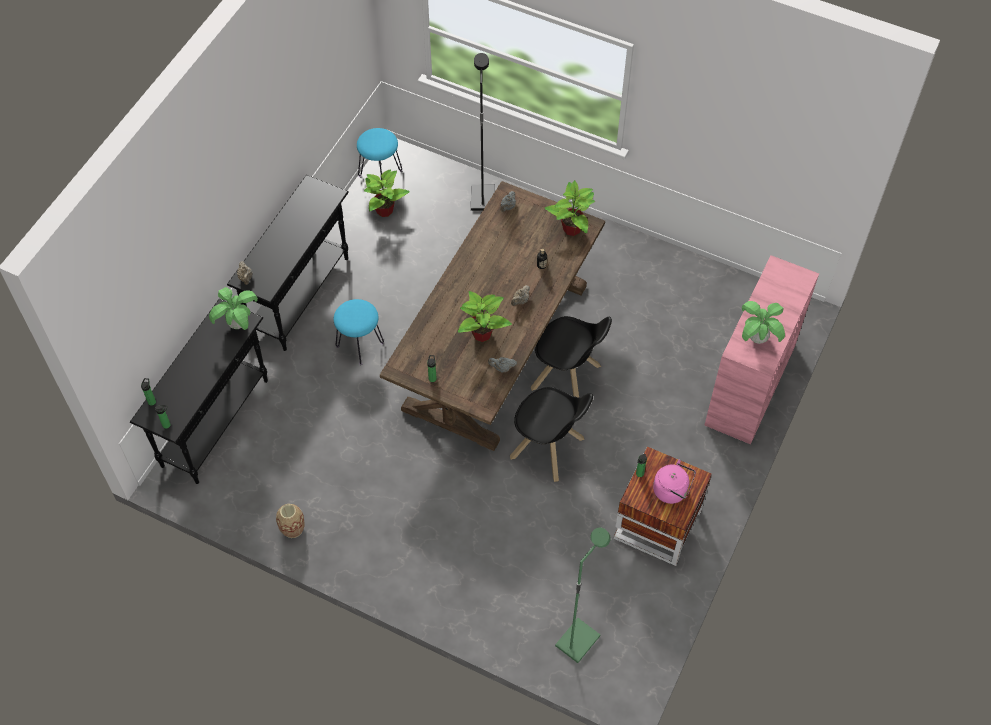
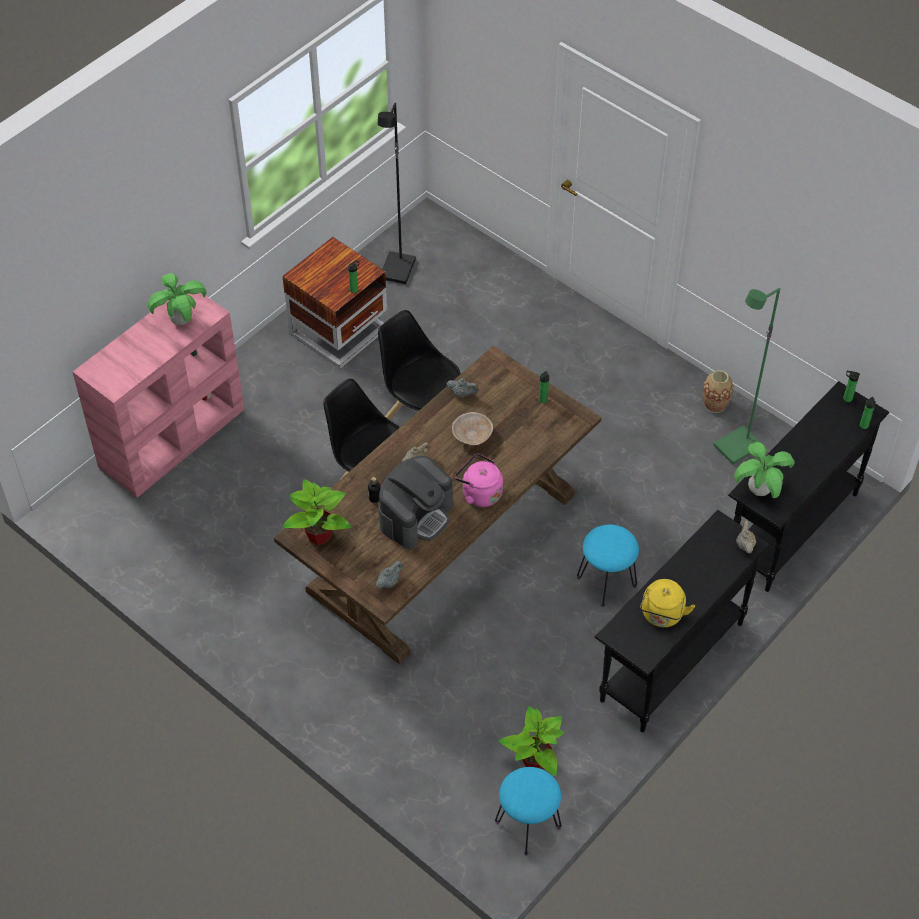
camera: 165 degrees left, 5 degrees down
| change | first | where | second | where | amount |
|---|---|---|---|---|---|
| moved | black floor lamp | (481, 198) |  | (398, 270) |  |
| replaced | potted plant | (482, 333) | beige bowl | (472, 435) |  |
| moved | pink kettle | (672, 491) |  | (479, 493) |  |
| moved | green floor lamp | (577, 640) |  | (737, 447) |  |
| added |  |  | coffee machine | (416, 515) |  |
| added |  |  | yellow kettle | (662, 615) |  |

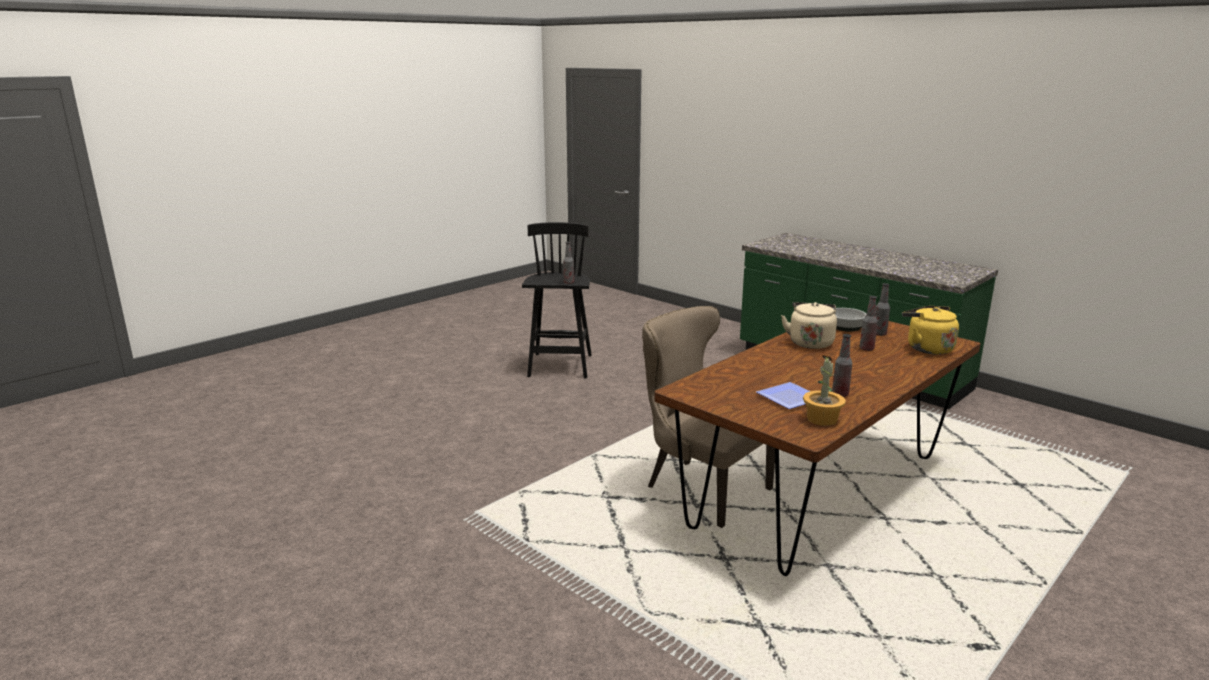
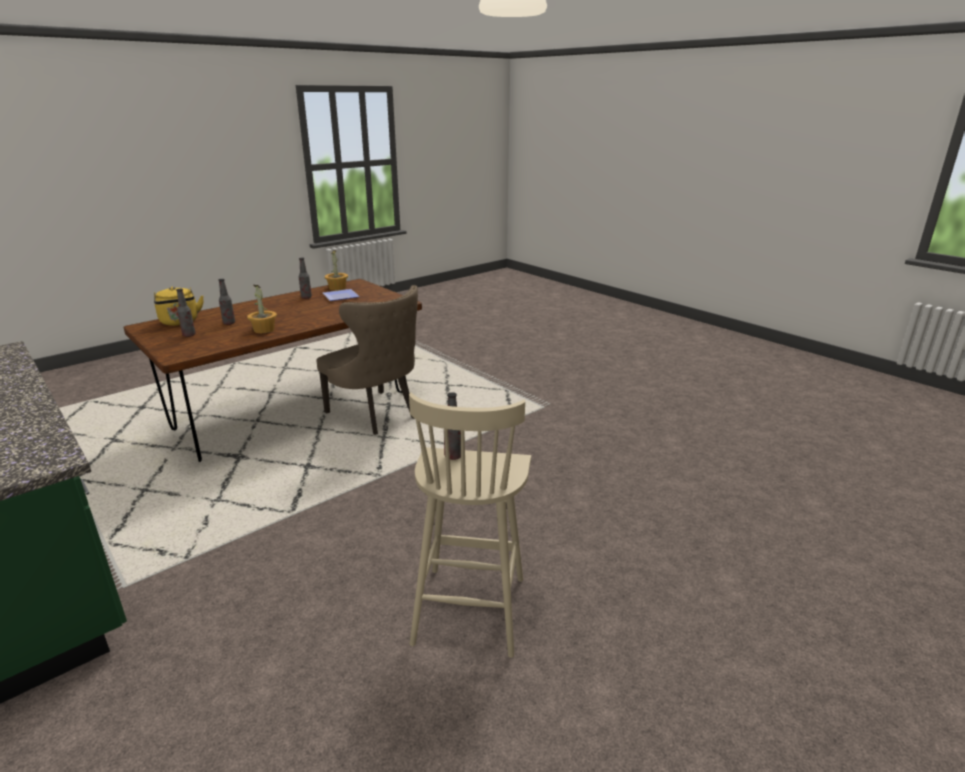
camera: 175 degrees left, 5 degrees up
| change | first | where | second | where | amount |
|---|---|---|---|---|---|
| recoloured | black stool | (560, 367) | beige stool | (470, 605) |  |
| replaced | beige kettle | (810, 342) | potted plant | (264, 330) |  |
| removed | bowl | (845, 326) |  |  |  |

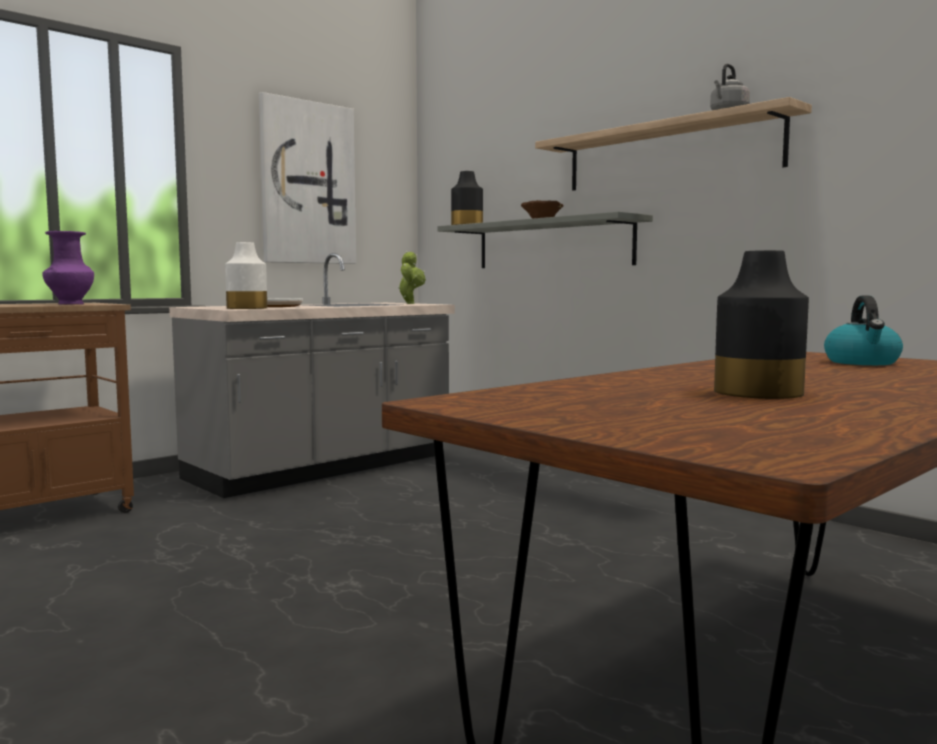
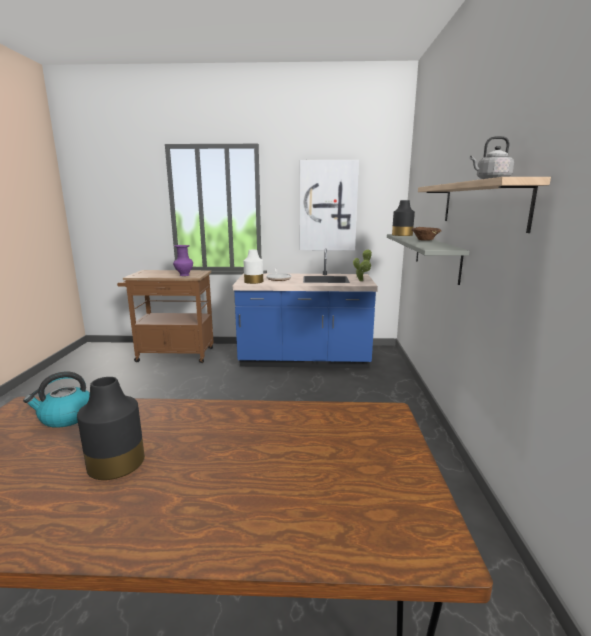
camera: 45 degrees right, 10 degrees up
| change | first | where | second | where | amount |
|---|---|---|---|---|---|
| recoloured | grey counter | (323, 468) | blue counter | (304, 360) |  |
| moved | kettle | (862, 362) |  | (66, 417) |  |

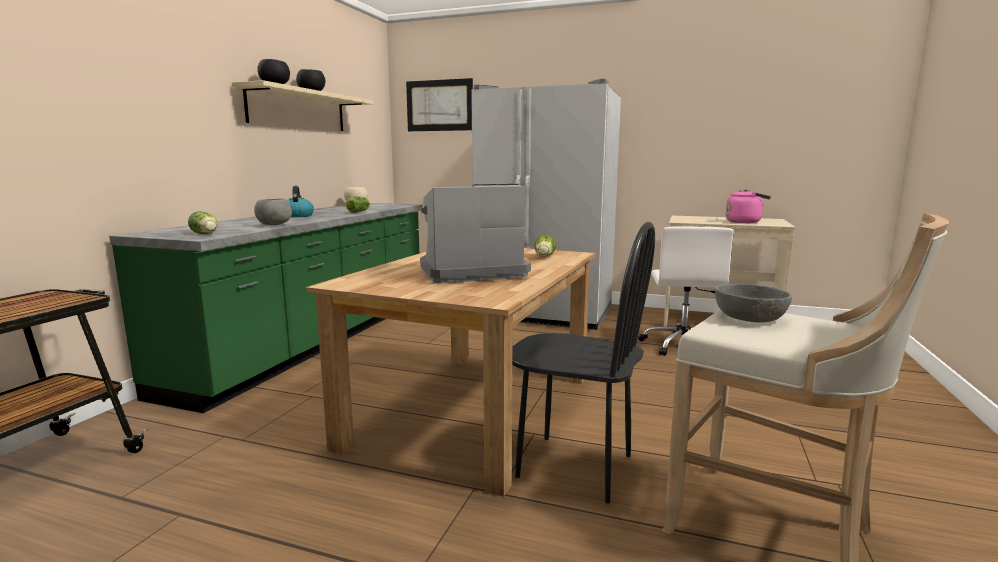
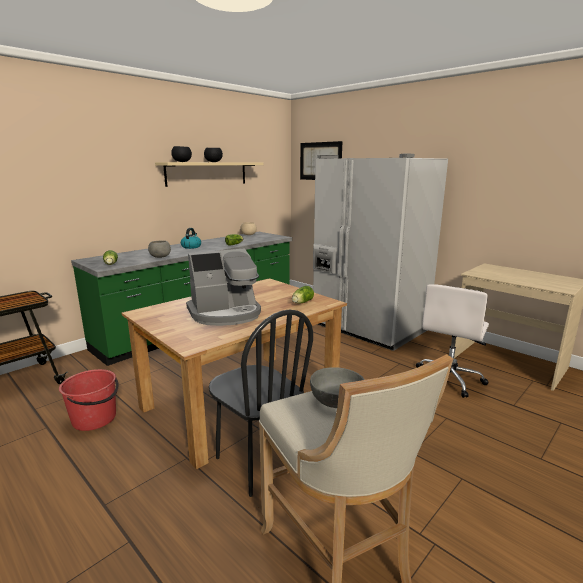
camera: 25 degrees right, 5 degrees up
| change | first | where | second | where | amount |
|---|---|---|---|---|---|
| turned | coffee machine | (470, 272) |  | (225, 313) | 150 degrees clockwise |
| removed | pink kettle | (745, 222) |  |  |  |
| added |  |  | red bucket | (95, 419) |  |

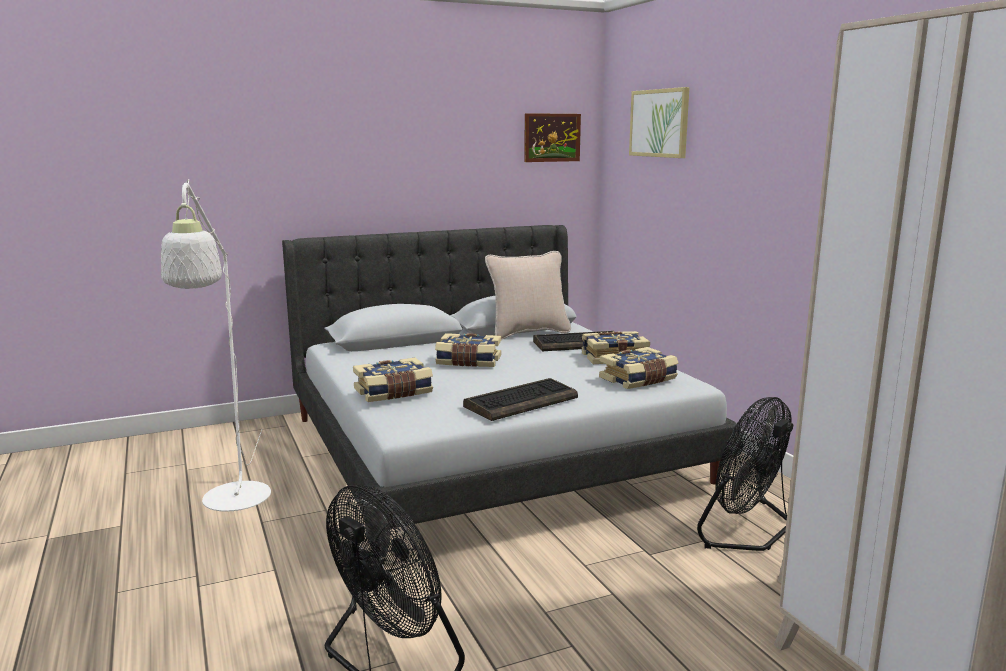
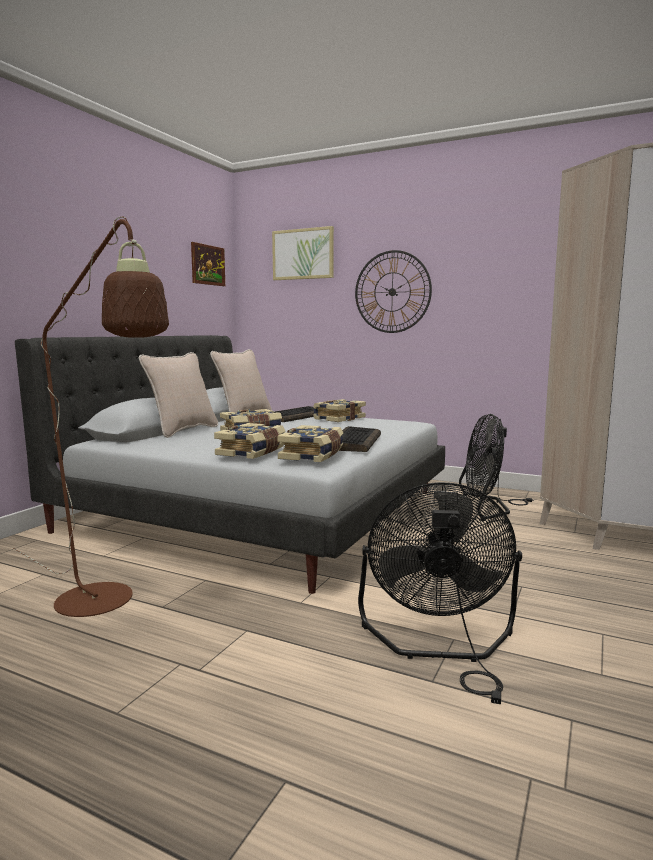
camera: 40 degrees left, 5 degrees down
| change | first | where | second | where | amount |
|---|---|---|---|---|---|
| recoloured | white floor lamp | (234, 504) | brown floor lamp | (105, 605) |  |
| moved | book | (639, 380) |  | (313, 455) |  |
| added |  |  | wall clock | (392, 292) |  |
| added |  |  | beige pillow | (182, 430) |  |

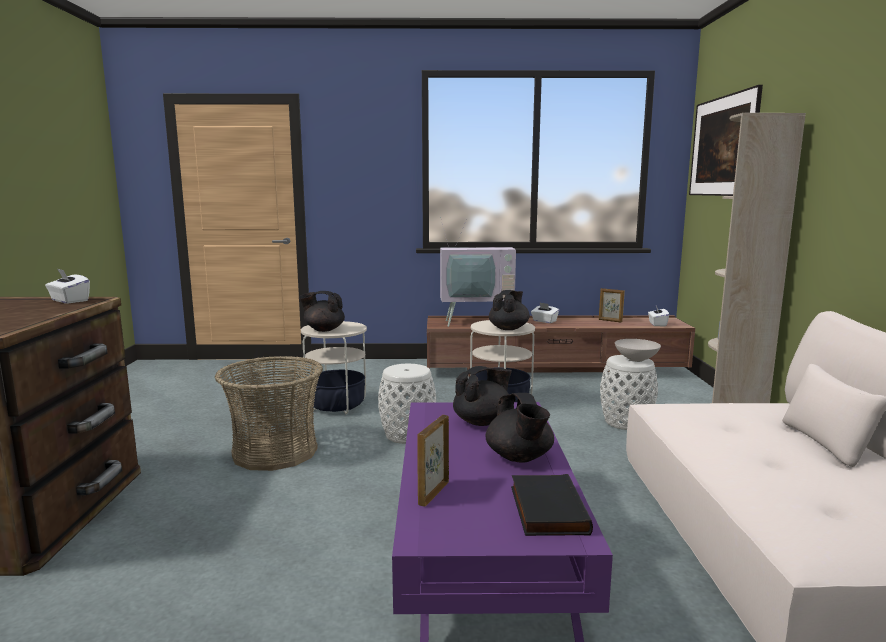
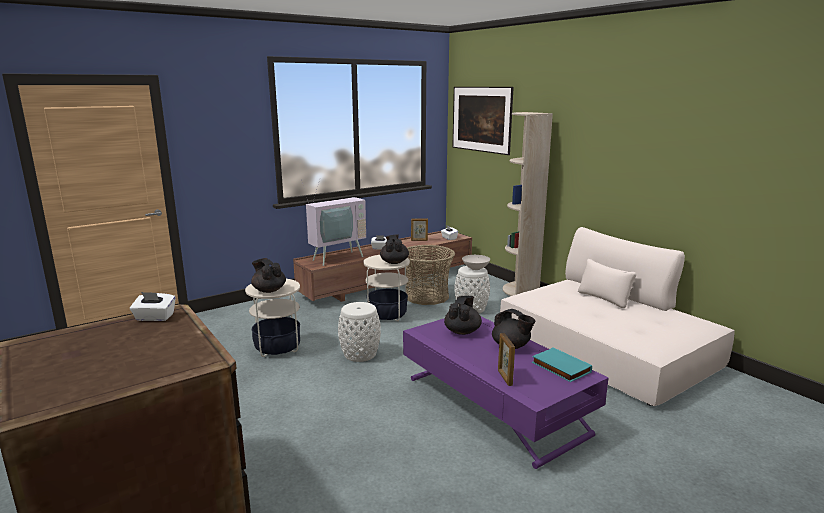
camera: 35 degrees left, 5 degrees up
| change | first | where | second | where | amount |
|---|---|---|---|---|---|
| turned | black teapot | (323, 330) |  | (269, 290) | 75 degrees clockwise |
| moved | basket | (275, 452) |  | (427, 296) |  |
| recoloured | black book | (545, 509) | turquoise book | (560, 367) |  |

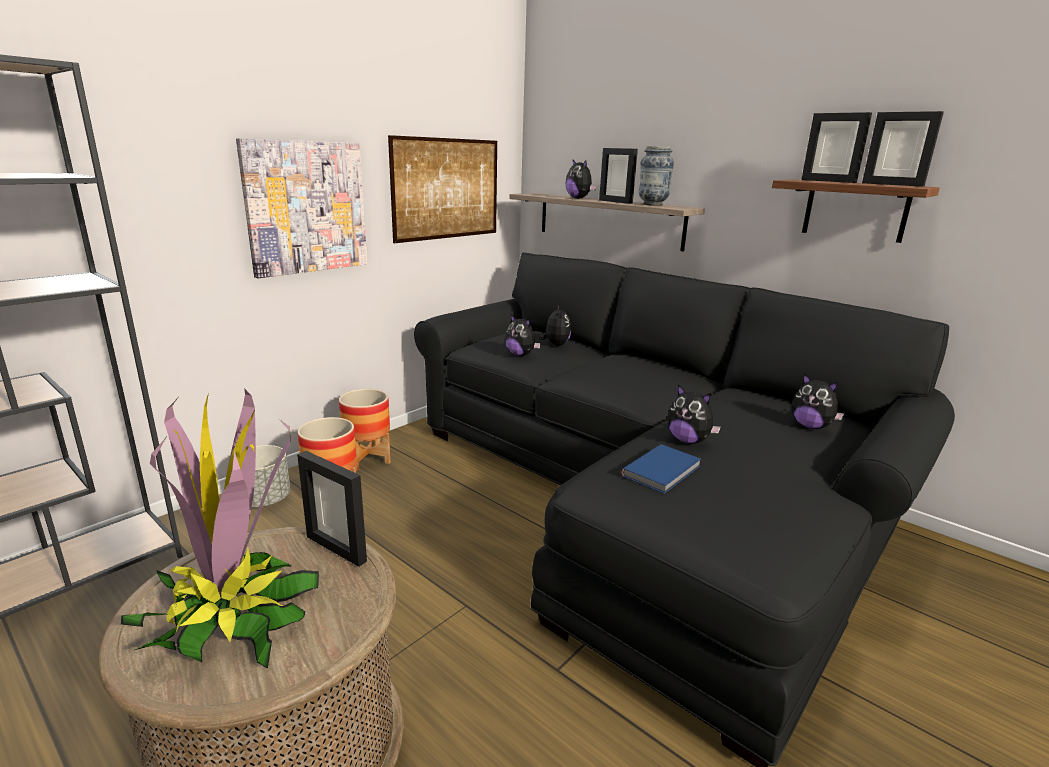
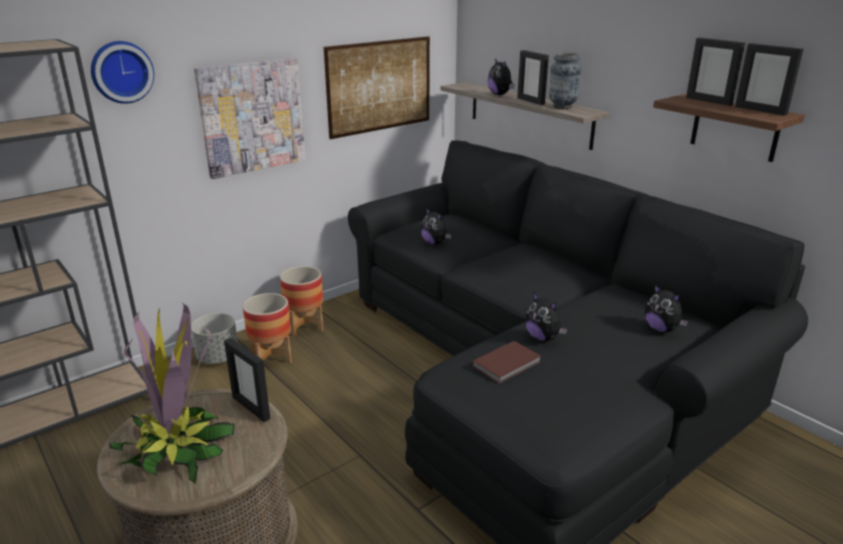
camera: 10 degrees right, 5 degrees up
| change | first | where | second | where | amount |
|---|---|---|---|---|---|
| removed | plush toy | (555, 345) |  |  |  |
| recoloured | blue book | (663, 471) | brown book | (508, 364) |  |
| added |  |  | wall clock | (121, 72) |  |

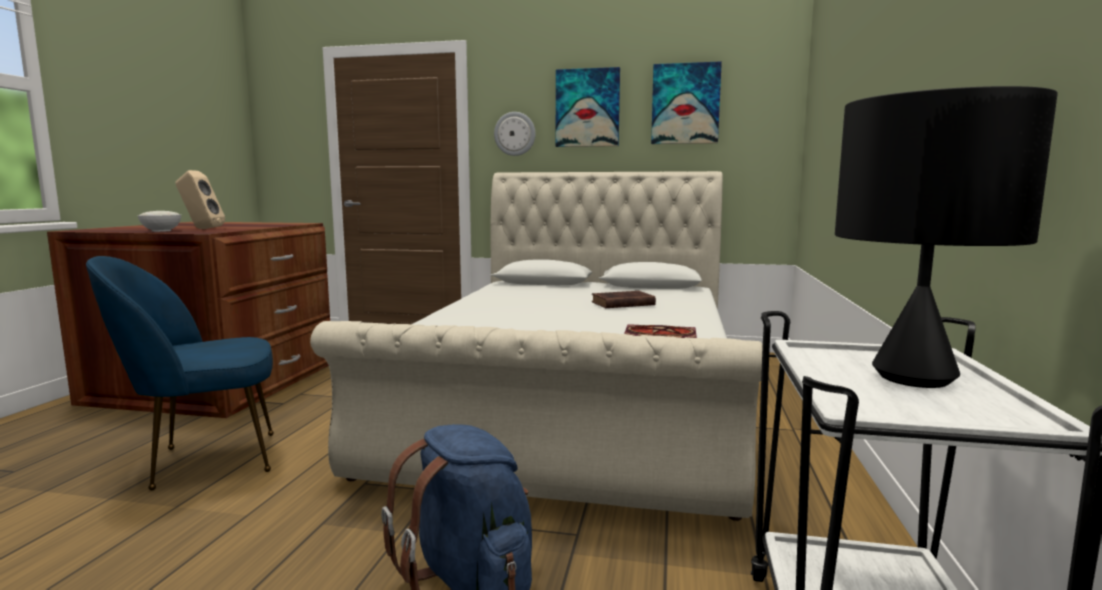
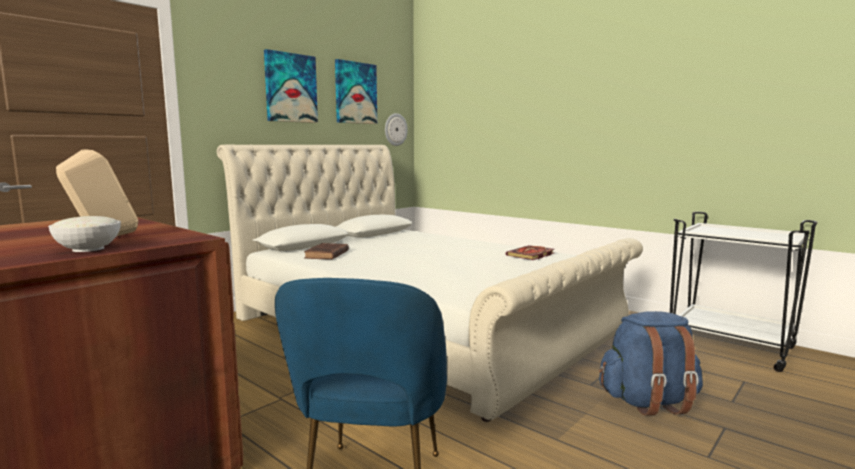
camera: 60 degrees left, 0 degrees up
| change | first | where | second | where | amount |
|---|---|---|---|---|---|
| removed | black table lamp | (914, 379) |  |  |  |
| moved | wall clock | (515, 134) |  | (395, 129) |  |
| moved | brown book | (621, 304) |  | (326, 255) |  |

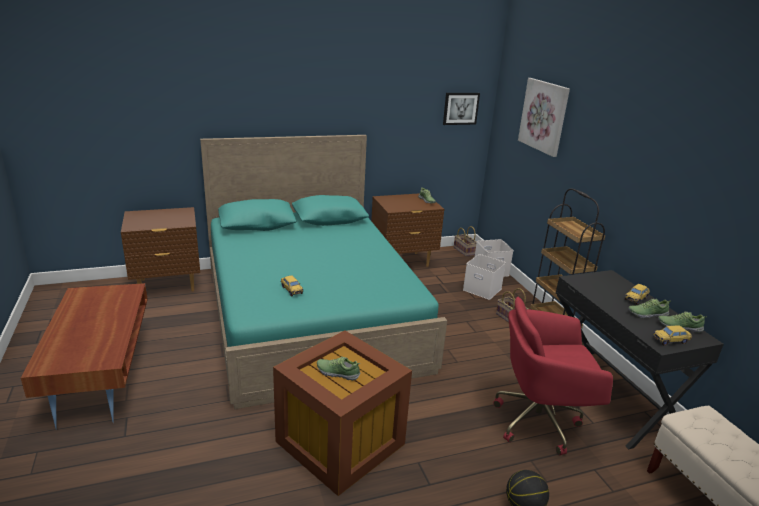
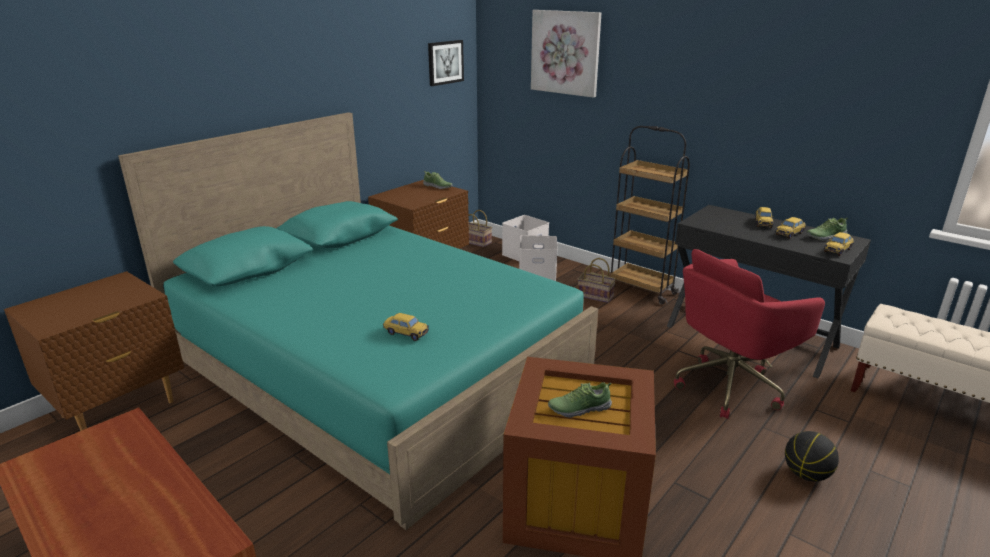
camera: 30 degrees left, 0 degrees up
| change | first | where | second | where | amount |
|---|---|---|---|---|---|
| replaced | shoe | (647, 314) | toy car | (789, 234) |  |

